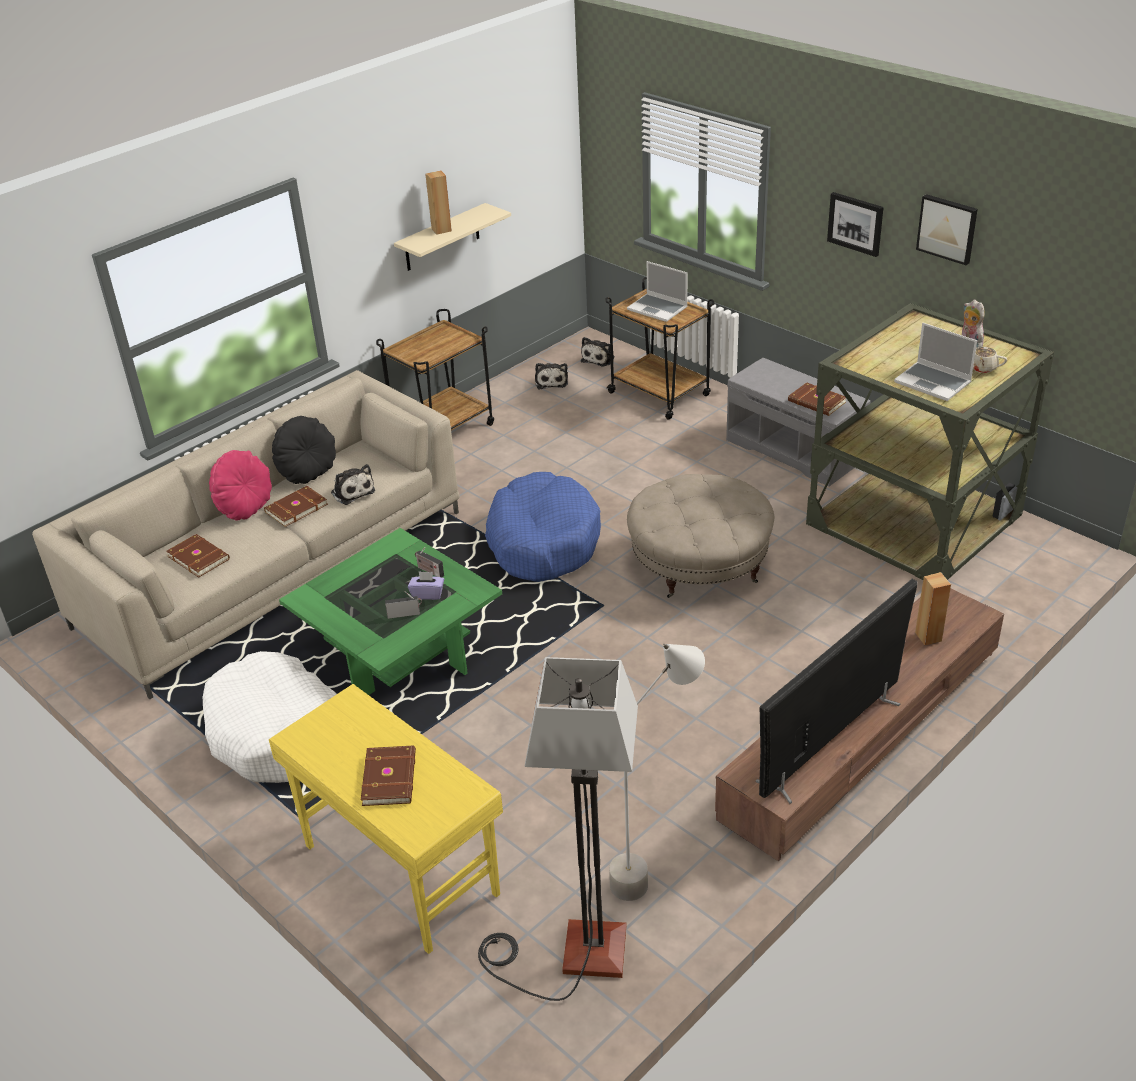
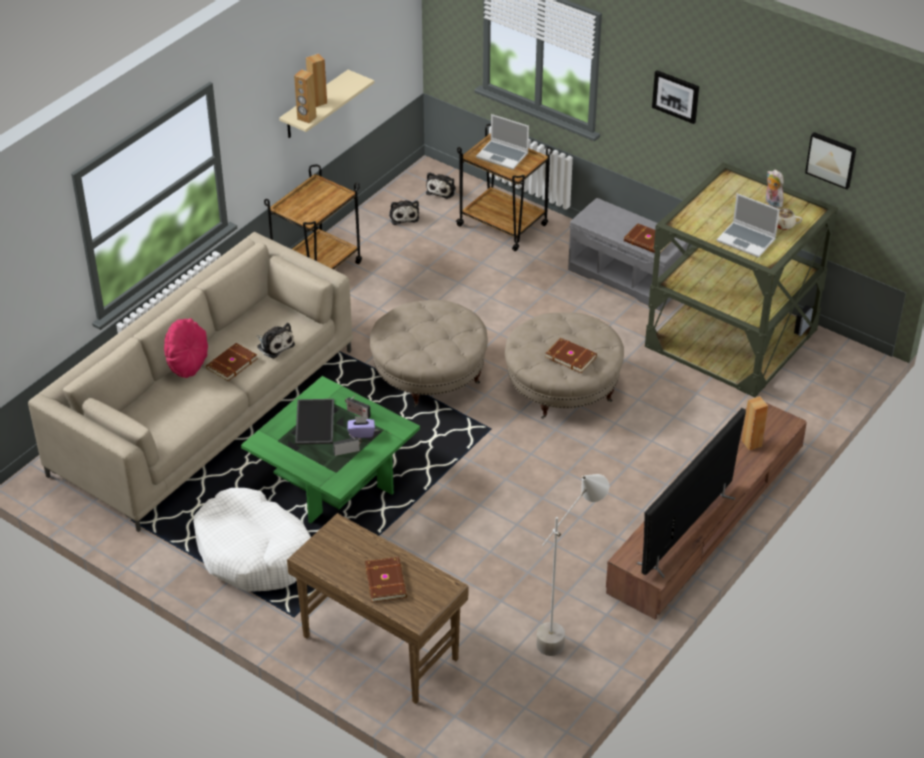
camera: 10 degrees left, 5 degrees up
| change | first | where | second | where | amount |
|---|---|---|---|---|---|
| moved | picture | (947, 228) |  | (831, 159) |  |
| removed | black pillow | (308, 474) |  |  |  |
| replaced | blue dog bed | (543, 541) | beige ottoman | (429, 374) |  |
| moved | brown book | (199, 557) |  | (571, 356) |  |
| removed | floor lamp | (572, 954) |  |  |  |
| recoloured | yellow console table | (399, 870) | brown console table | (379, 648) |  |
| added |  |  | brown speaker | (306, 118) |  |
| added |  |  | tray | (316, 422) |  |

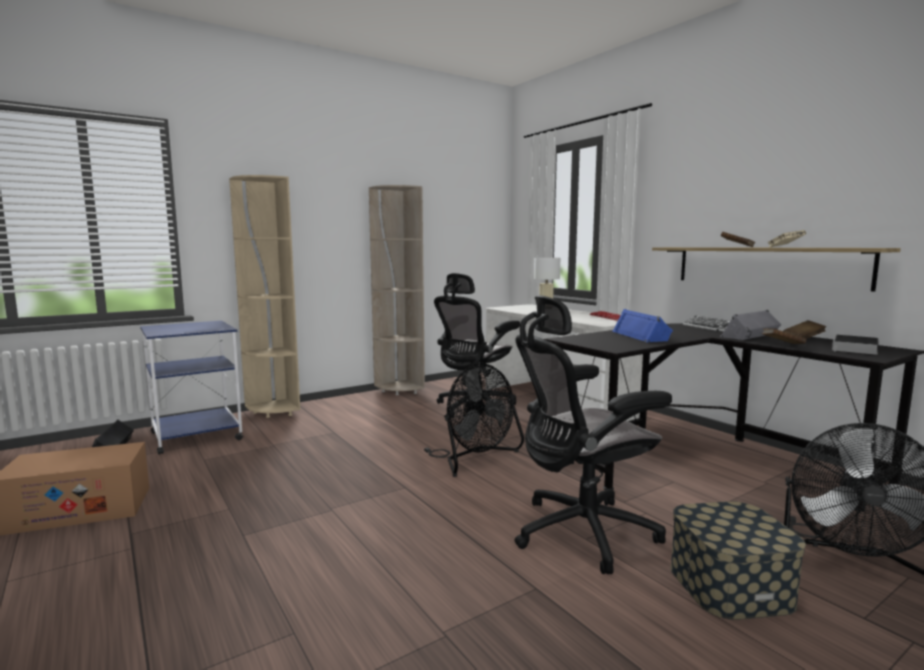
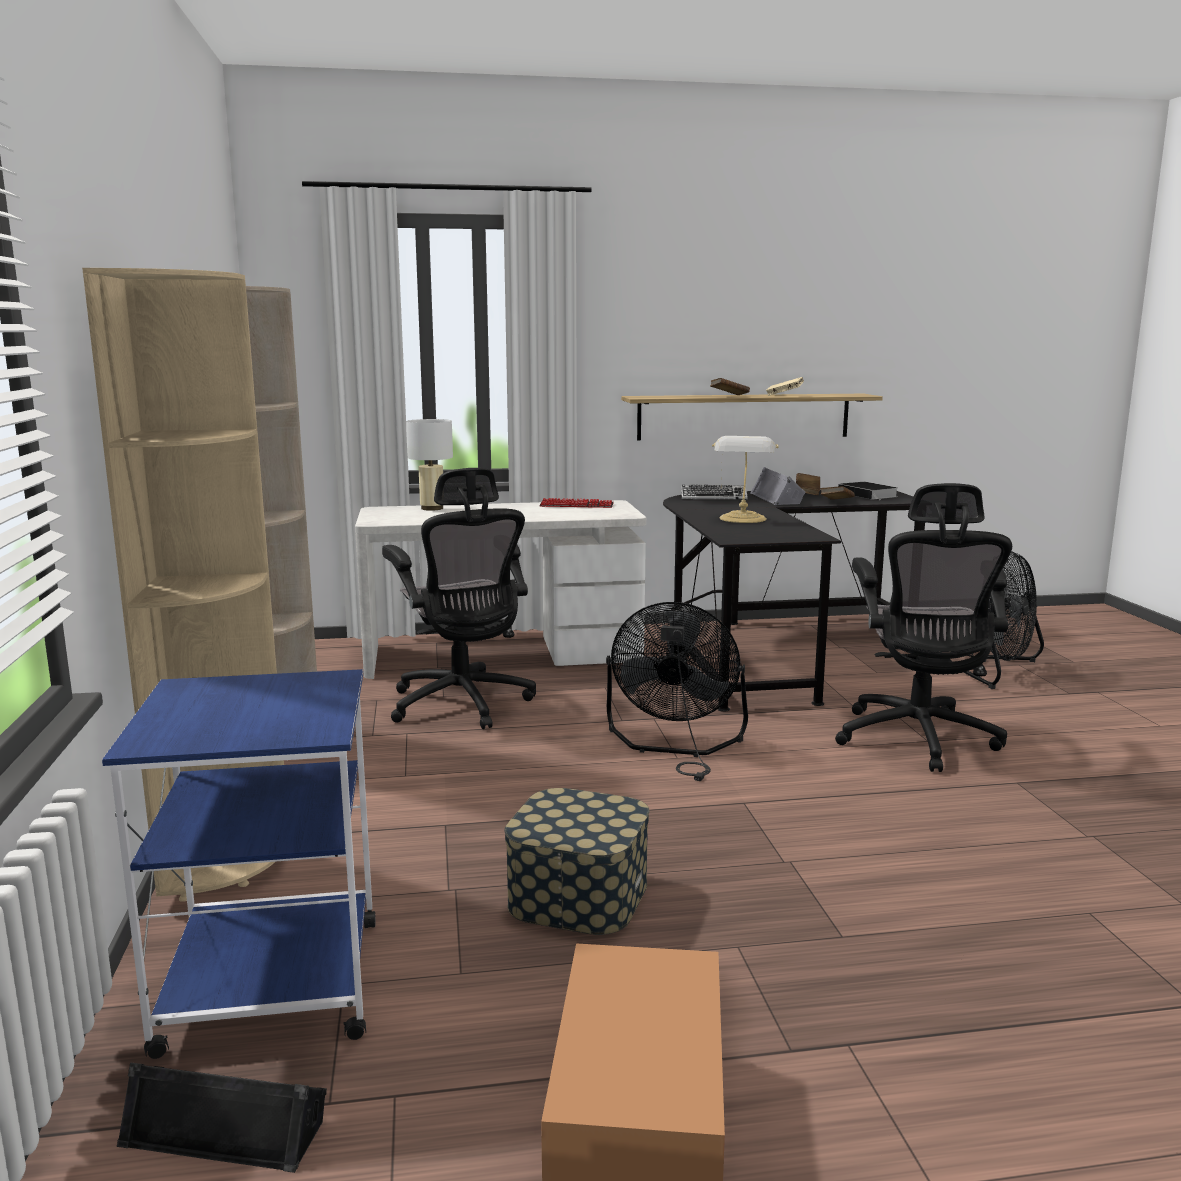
camera: 65 degrees left, 5 degrees up
| change | first | where | second | where | amount |
|---|---|---|---|---|---|
| replaced | blue speaker | (641, 336) | table lamp | (743, 519) |  |
| turned | black fan | (472, 459) |  | (676, 746) | 60 degrees counterclockwise |
| moved | storage box | (730, 585) |  | (578, 895) |  |

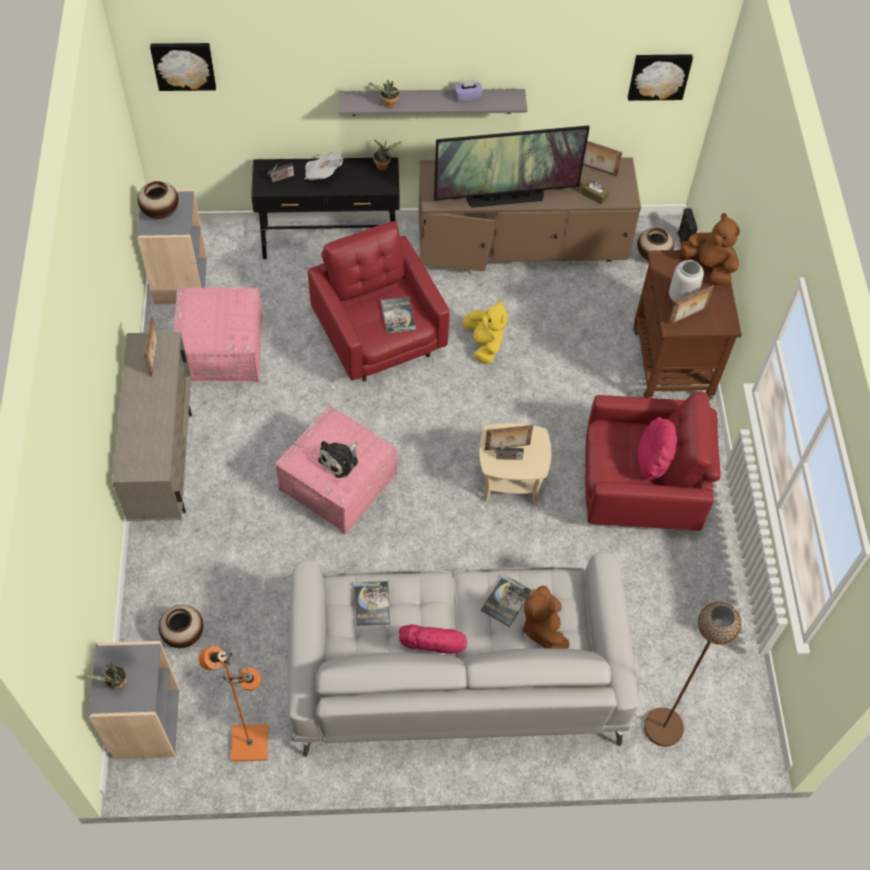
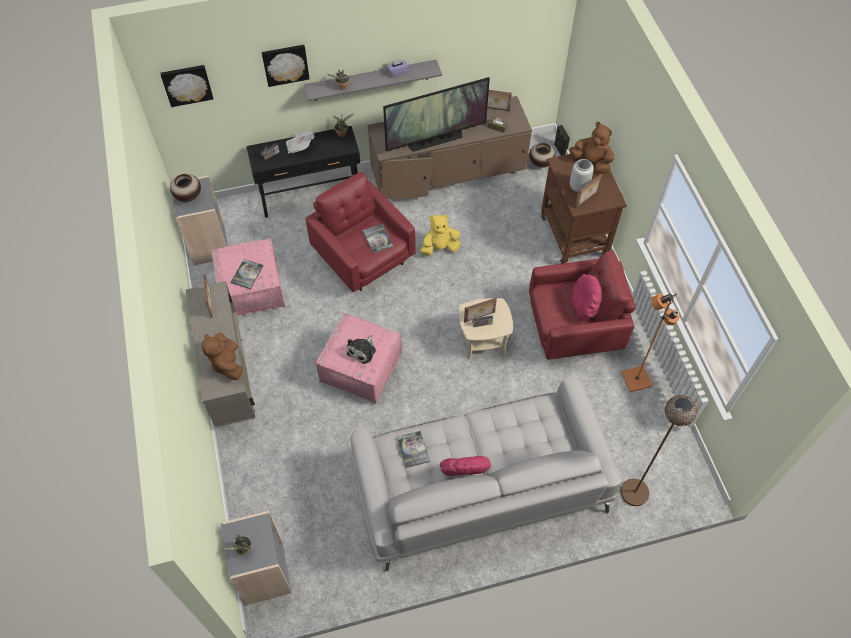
camera: 10 degrees left, 0 degrees up
| change | first | where | second | where | amount |
|---|---|---|---|---|---|
| moved | picture | (659, 75) |  | (285, 64) |  |
| turned | yellow plush toy | (484, 344) |  | (440, 248) | 75 degrees counterclockwise |
| moved | book | (506, 601) |  | (247, 274) |  |
| moved | brown plush toy | (543, 628) |  | (227, 363) |  |
| removed | vase | (183, 634) |  |  |  |
| moved | orange floor lamp | (250, 743) |  | (636, 379) |  |

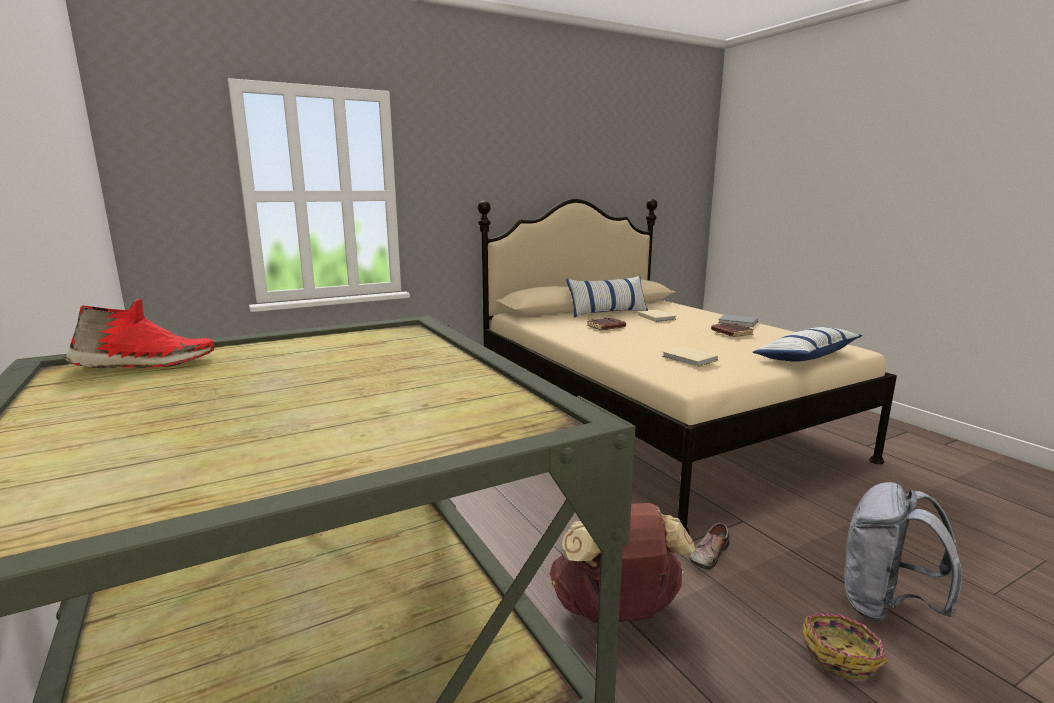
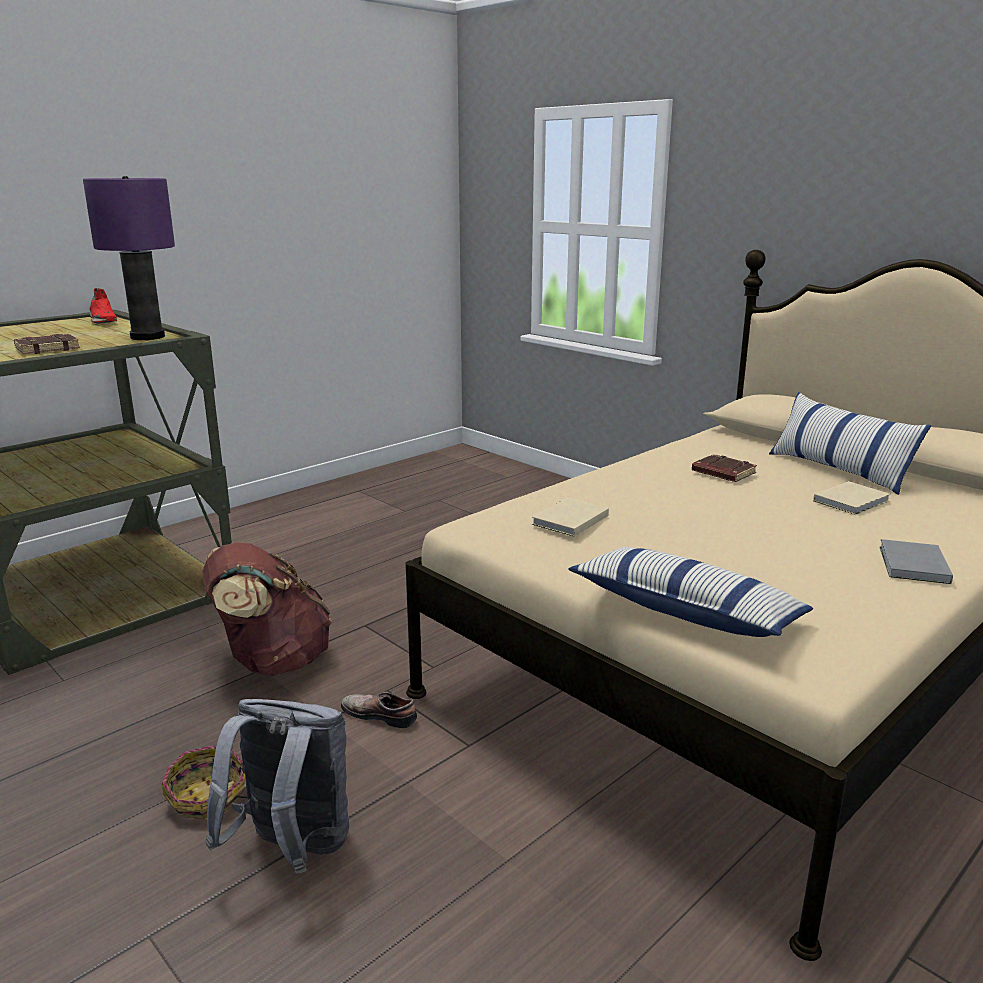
camera: 75 degrees right, 5 degrees up
| change | first | where | second | where | amount |
|---|---|---|---|---|---|
| moved | brown book | (731, 333) |  | (48, 349) |  |
| added |  |  | purple table lamp | (147, 337) |  |

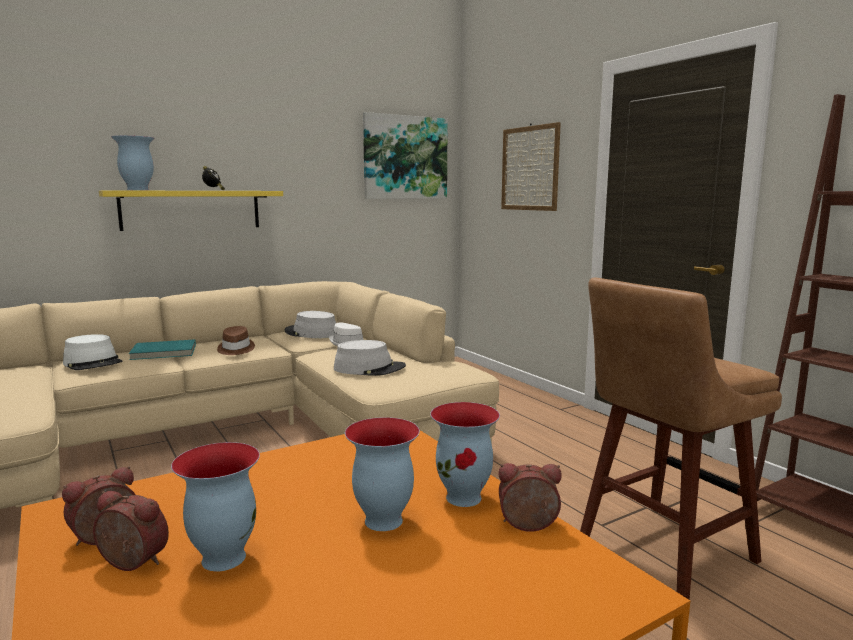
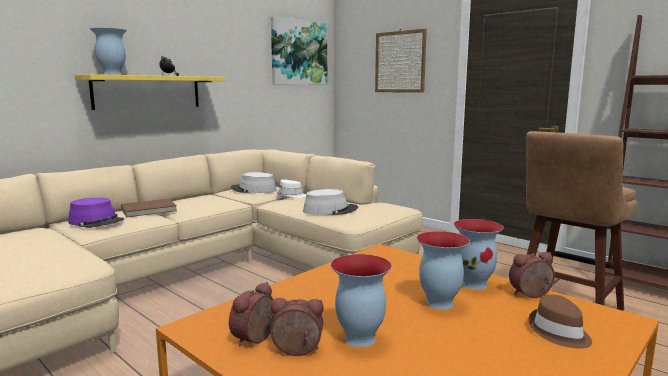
camera: 15 degrees left, 0 degrees up
| change | first | where | second | where | amount |
|---|---|---|---|---|---|
| moved | brown hat | (235, 349) |  | (559, 332) |  |
| recoloured | white hat | (93, 363) | purple hat | (96, 221) |  |
| recoloured | turquoise book | (163, 352) | brown book | (149, 210) |  |

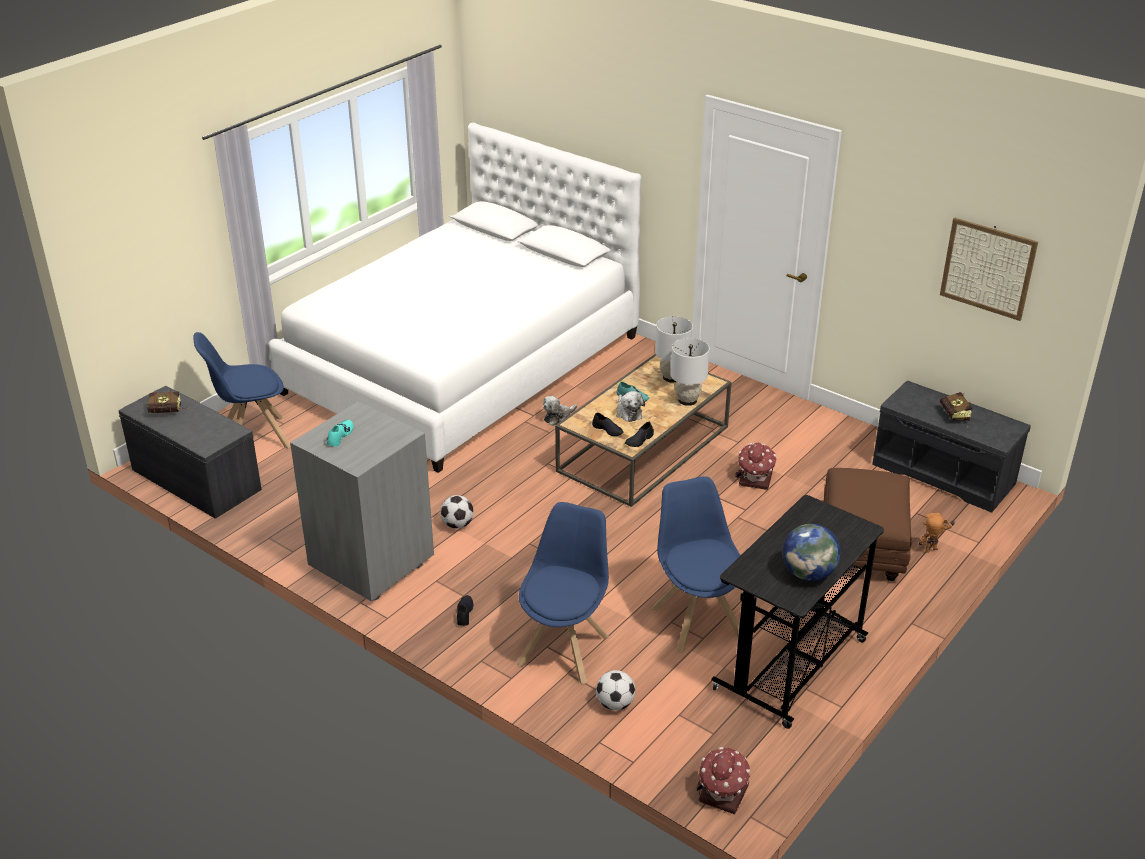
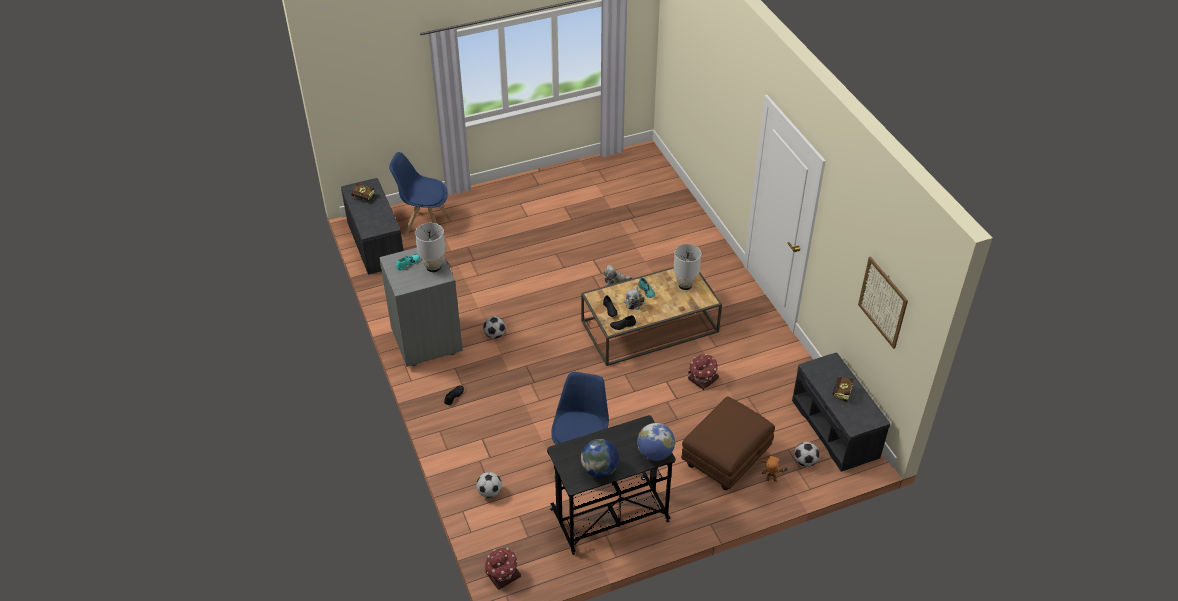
camera: 30 degrees right, 10 degrees up
| change | first | where | second | where | amount |
|---|---|---|---|---|---|
| removed | white bed | (464, 364) |  |  |  |
| moved | white table lamp | (687, 400) |  | (433, 267) |  |
| removed | blue chair | (565, 647) |  |  |  |
| added |  |  | globe | (655, 453) |  |
| added |  |  | football | (805, 461) |  |

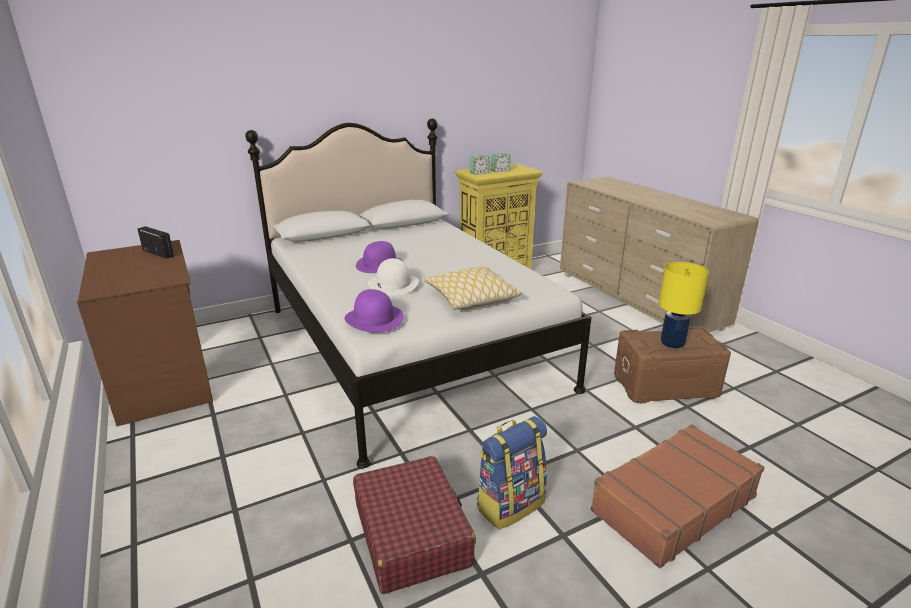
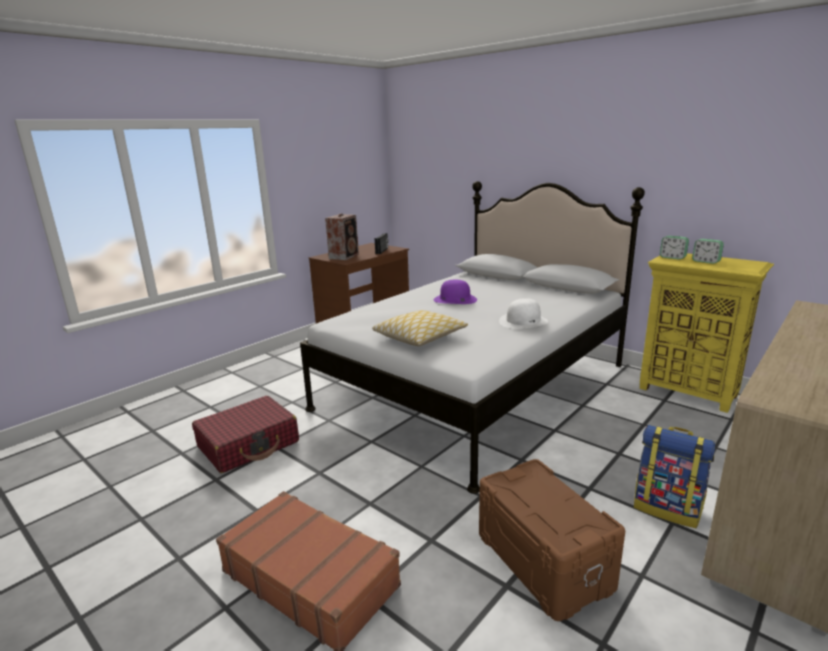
camera: 70 degrees right, 5 degrees down
| change | first | where | second | where | amount |
|---|---|---|---|---|---|
| moved | white hat | (393, 284) |  | (523, 321) |  |
| removed | yellow table lamp | (671, 344) |  |  |  |
| removed | purple hat | (374, 318) |  |  |  |
| moved | backpack | (510, 504) |  | (667, 508) |  |
| added |  |  | speaker | (344, 256) |  |

